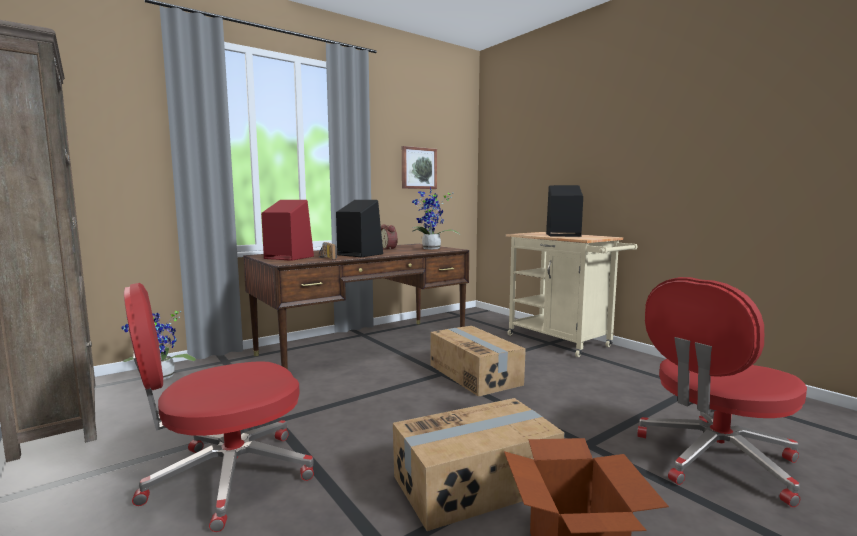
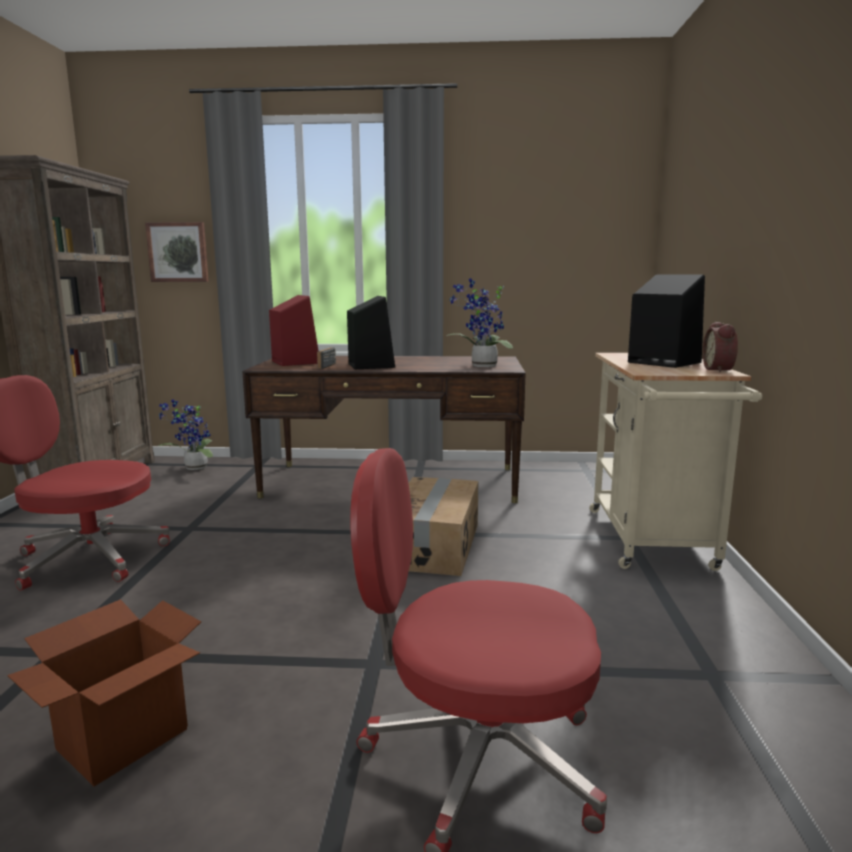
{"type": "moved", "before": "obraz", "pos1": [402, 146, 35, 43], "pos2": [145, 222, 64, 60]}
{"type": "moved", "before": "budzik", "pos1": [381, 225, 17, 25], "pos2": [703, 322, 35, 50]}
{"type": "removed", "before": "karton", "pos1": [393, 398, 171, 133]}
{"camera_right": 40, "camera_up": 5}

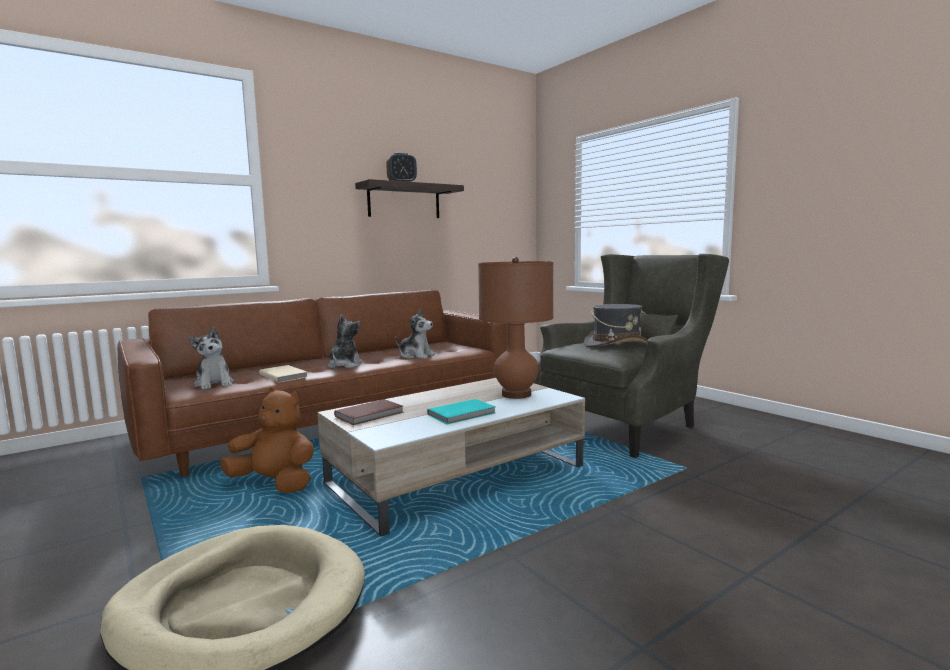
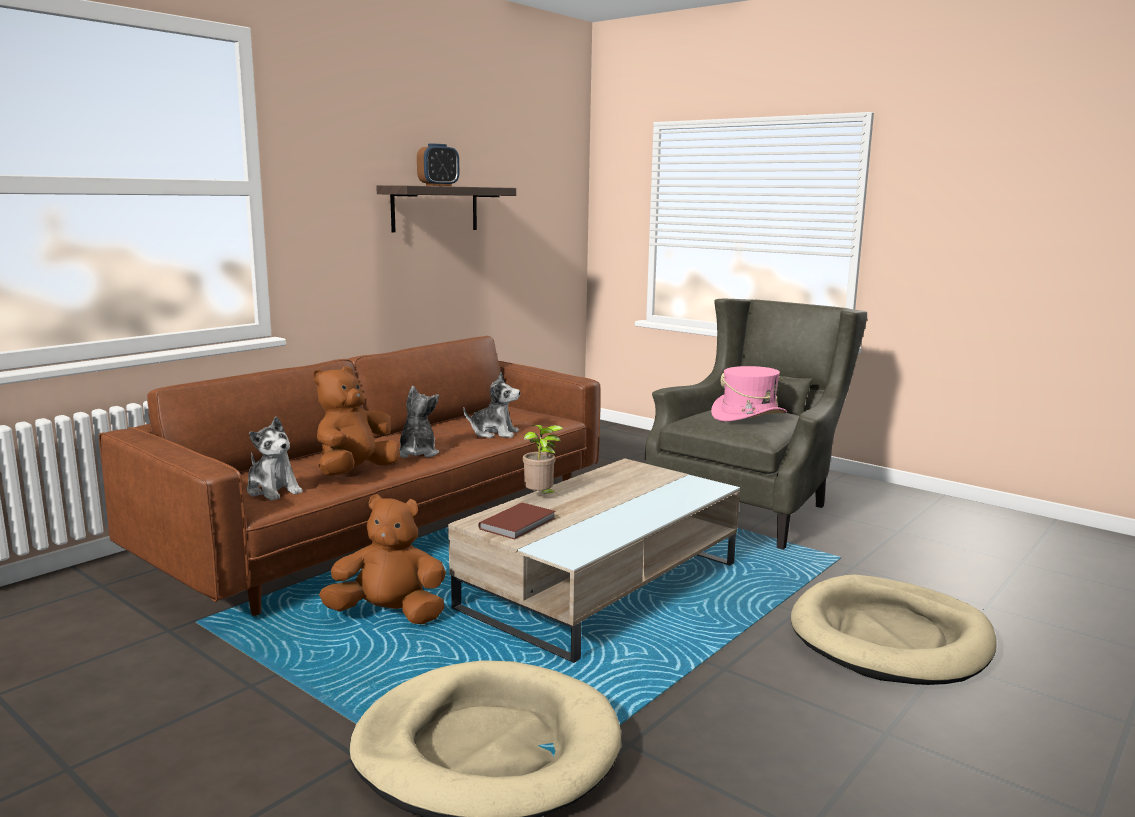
{"type": "removed", "before": "lampa stołowa [brązowy]", "pos1": [478, 257, 75, 142]}
{"type": "recoloured", "before": "kapelusz [szary]", "after": "kapelusz [różowy]", "pos1": [584, 304, 64, 43], "pos2": [711, 366, 76, 56]}
{"type": "replaced", "before": "książka [beżowy]", "after": "pluszak [brązowy]", "pos1": [259, 365, 48, 17], "pos2": [313, 366, 87, 110]}
{"type": "removed", "before": "książka [turkusowy]", "pos1": [427, 399, 69, 26]}
{"type": "added", "after": "roślina doniczkowa", "pos2": [523, 425, 40, 69]}
{"type": "added", "after": "legowisko [beżowy]", "pos2": [791, 575, 206, 110]}
{"camera_right": -15, "camera_up": 5}

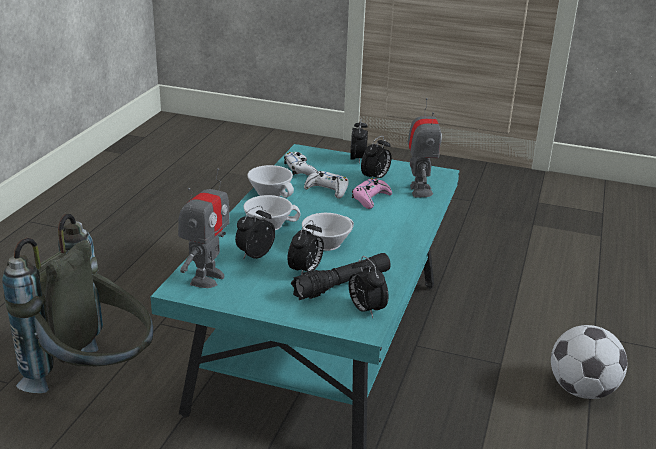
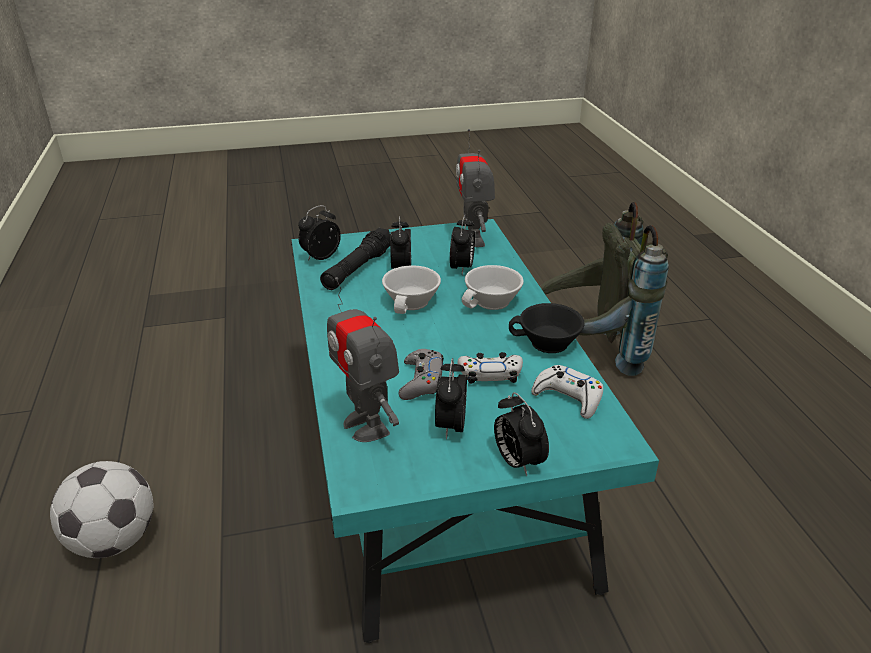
{"type": "recoloured", "before": "filiżanka [biały]", "after": "filiżanka [czarny]", "pos1": [247, 165, 47, 33], "pos2": [509, 303, 76, 50]}
{"type": "recoloured", "before": "pad do gier [różowy]", "after": "pad do gier [szary]", "pos1": [352, 178, 40, 31], "pos2": [399, 349, 45, 51]}
{"type": "turned", "before": "budzik", "pos1": [349, 256, 40, 62], "pos2": [298, 205, 43, 56], "turn": -75}
{"camera_right": 150, "camera_up": 5}

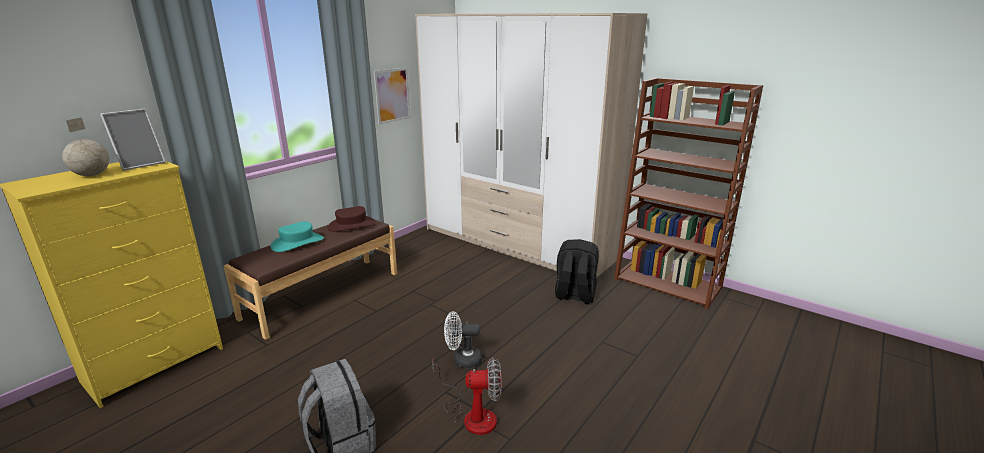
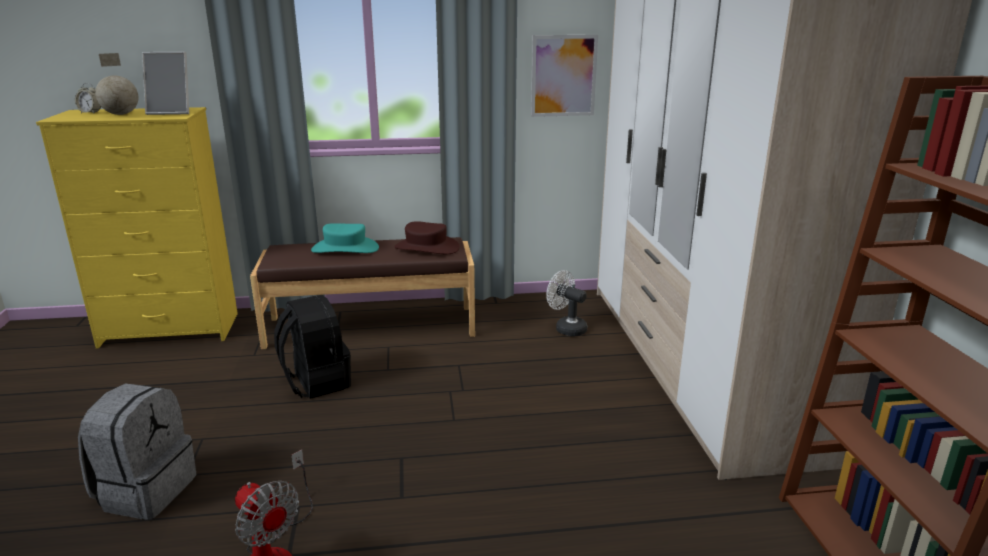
{"type": "moved", "before": "plecak [czarny]", "pos1": [555, 239, 44, 65], "pos2": [274, 295, 77, 104]}
{"type": "moved", "before": "wentylator [biały]", "pos1": [444, 312, 38, 57], "pos2": [546, 270, 41, 66]}
{"type": "added", "after": "budzik", "pos2": [75, 83, 26, 30]}
{"camera_right": 45, "camera_up": 0}

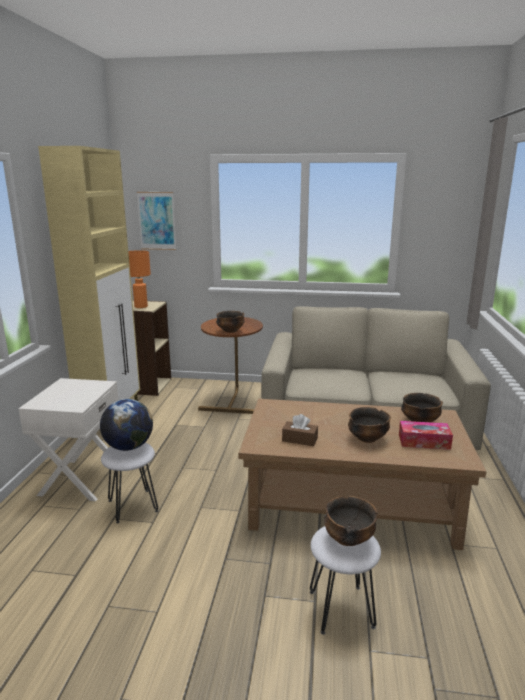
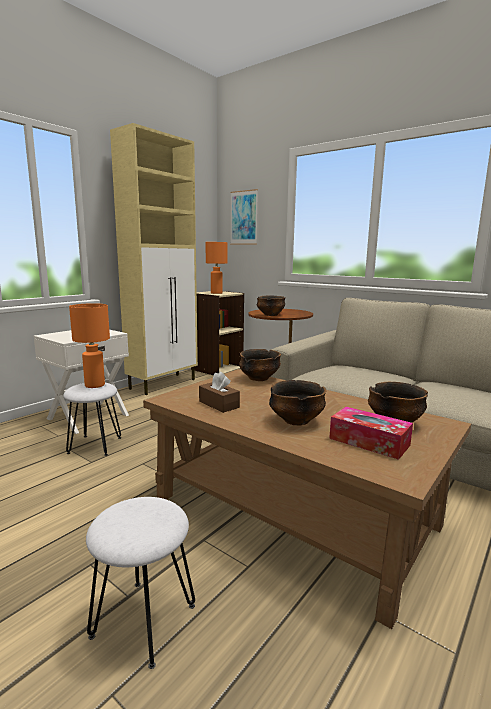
{"type": "replaced", "before": "globus", "after": "lampa stołowa [pomarańczowy]", "pos1": [100, 399, 53, 52], "pos2": [69, 303, 41, 85]}
{"type": "moved", "before": "miska", "pos1": [324, 496, 53, 50], "pos2": [239, 349, 42, 32]}
{"camera_right": 30, "camera_up": -5}

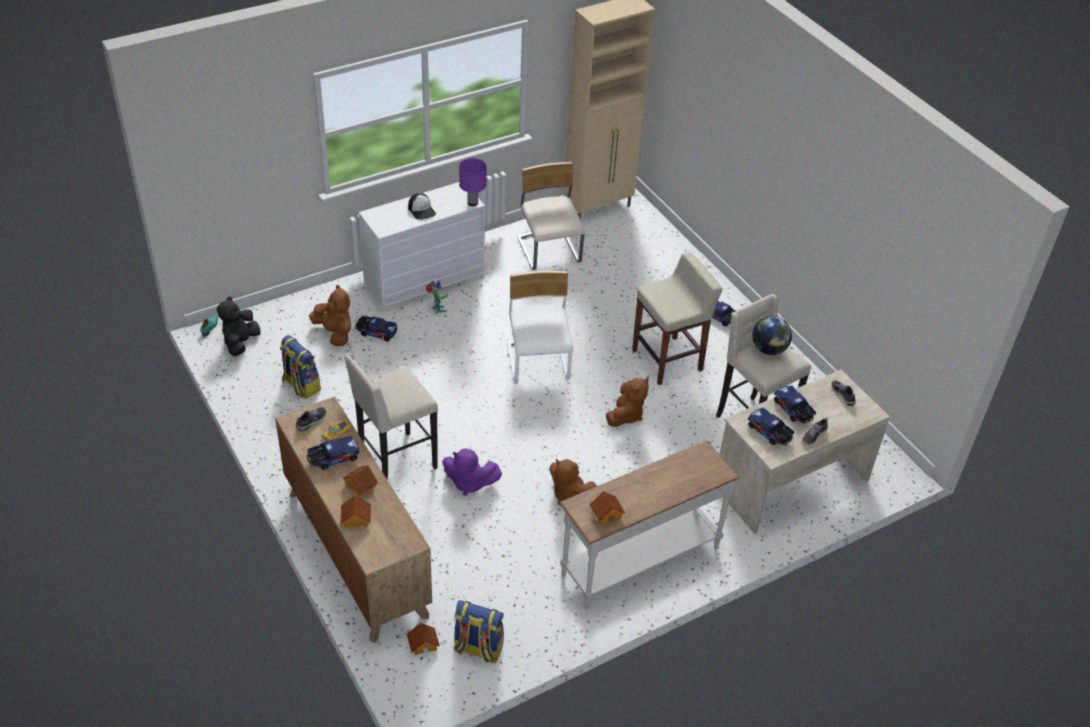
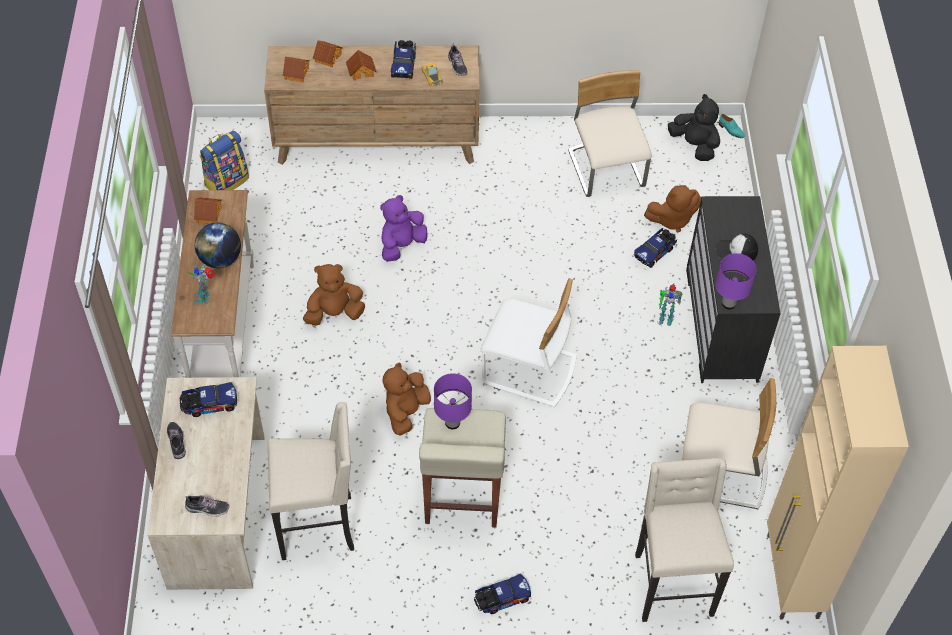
{"type": "recoloured", "before": "komoda [biały]", "after": "komoda [czarny]", "pos1": [358, 182, 127, 130], "pos2": [686, 196, 95, 187]}
{"type": "moved", "before": "globus", "pos1": [752, 316, 40, 39], "pos2": [195, 223, 46, 45]}
{"type": "replaced", "before": "plecak", "after": "krzesło [beżowy]", "pos1": [280, 335, 41, 64], "pos2": [568, 70, 84, 127]}
{"type": "moved", "before": "stołek [beżowy]", "pos1": [344, 353, 94, 127], "pos2": [635, 458, 99, 164]}
{"type": "turned", "before": "pluszak [brązowy]", "pos1": [606, 377, 43, 50], "pos2": [383, 363, 48, 73], "turn": 60}
{"type": "removed", "before": "ciężarówka zabawkowa", "pos1": [774, 385, 42, 38]}
{"type": "moved", "before": "domek", "pos1": [407, 623, 33, 32], "pos2": [283, 57, 27, 25]}
{"type": "added", "after": "robot zabawkowy", "pos2": [188, 264, 27, 41]}
{"type": "added", "after": "lampa stołowa [fioletowy]", "pos2": [434, 373, 38, 56]}
{"camera_right": 120, "camera_up": 10}

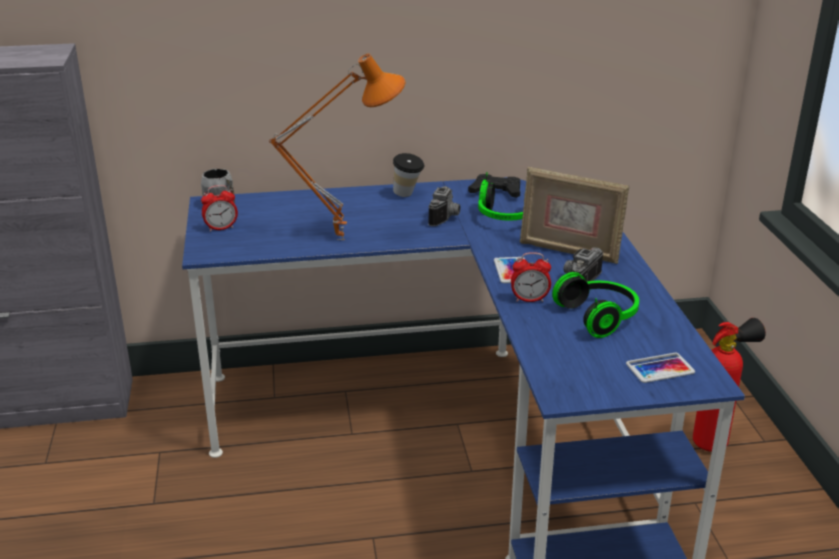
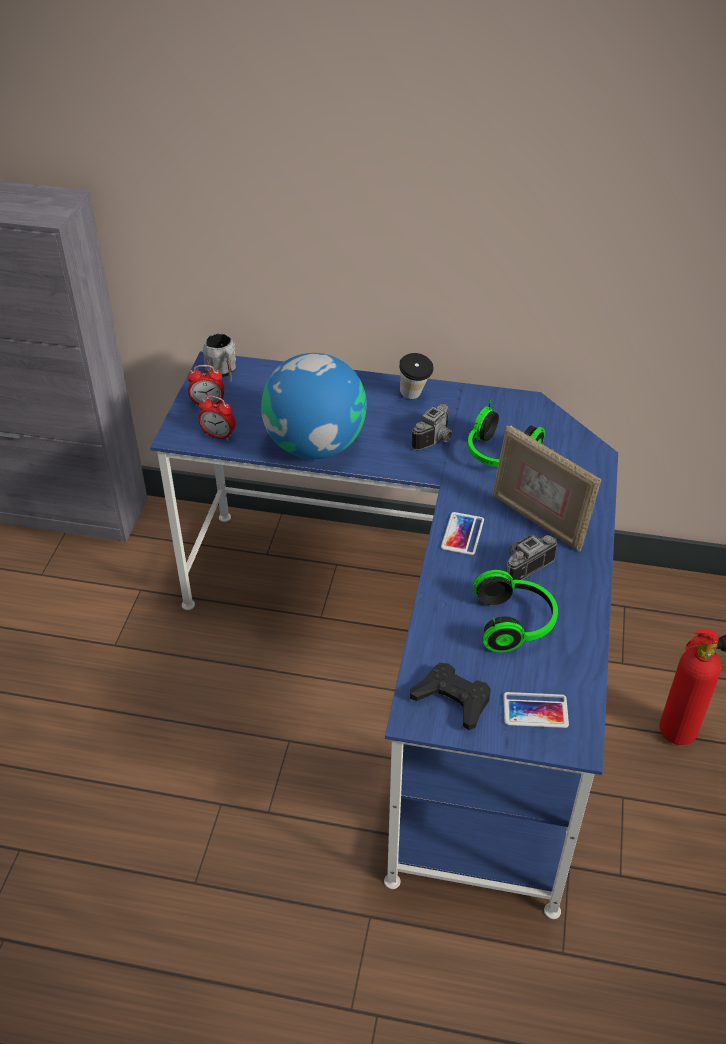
{"type": "replaced", "before": "lampa stołowa [pomarańczowy]", "after": "globus", "pos1": [269, 54, 136, 187], "pos2": [261, 353, 106, 106]}
{"type": "moved", "before": "pad do gier [czarny]", "pos1": [468, 174, 52, 24], "pos2": [410, 663, 81, 67]}
{"type": "moved", "before": "budzik", "pos1": [511, 252, 40, 50], "pos2": [198, 395, 38, 45]}
{"camera_right": 20, "camera_up": 15}

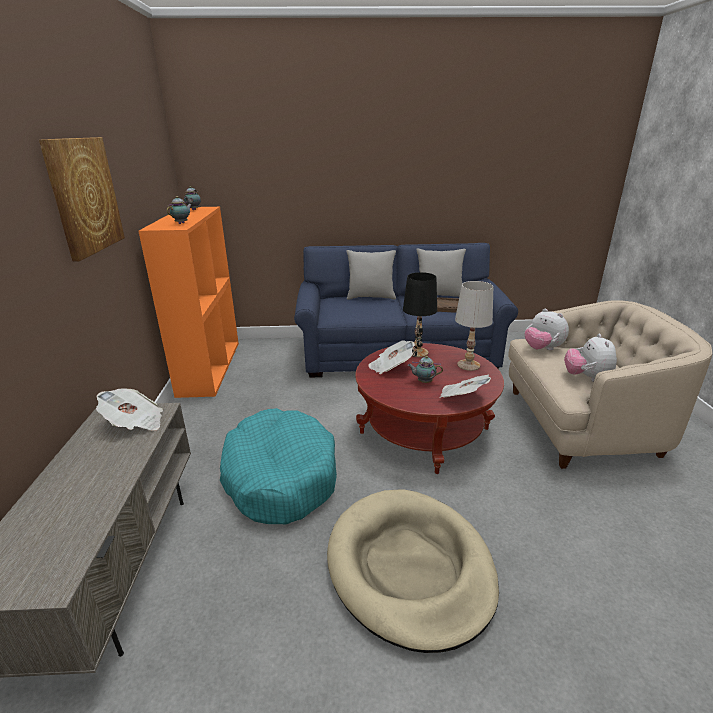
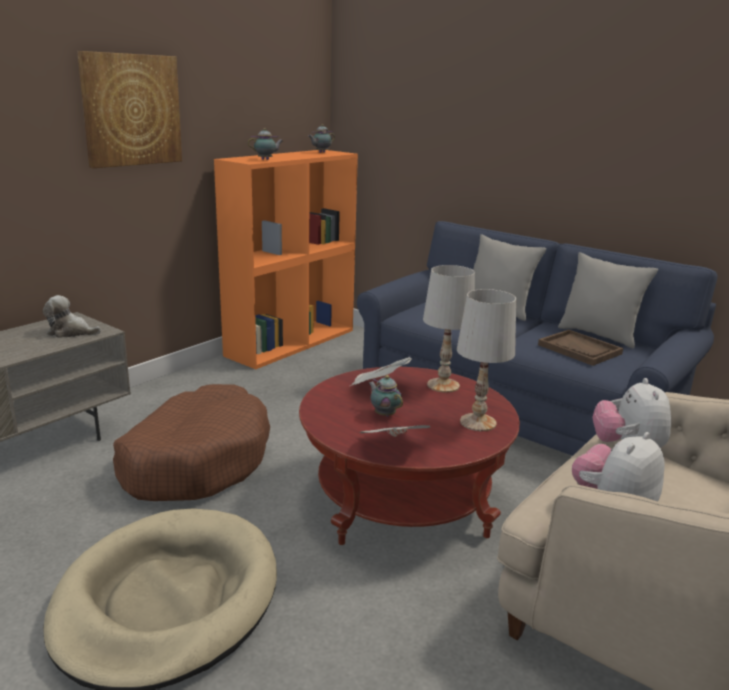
{"type": "recoloured", "before": "lampa stołowa [czarny]", "after": "lampa stołowa [biały]", "pos1": [403, 272, 34, 85], "pos2": [423, 265, 52, 128]}
{"type": "replaced", "before": "gazeta", "after": "pluszak", "pos1": [96, 389, 67, 42], "pos2": [43, 295, 58, 43]}
{"type": "recoloured", "before": "legowisko [turkusowy]", "after": "legowisko [brązowy]", "pos1": [220, 408, 117, 116], "pos2": [113, 384, 157, 117]}
{"camera_right": 40, "camera_up": -5}

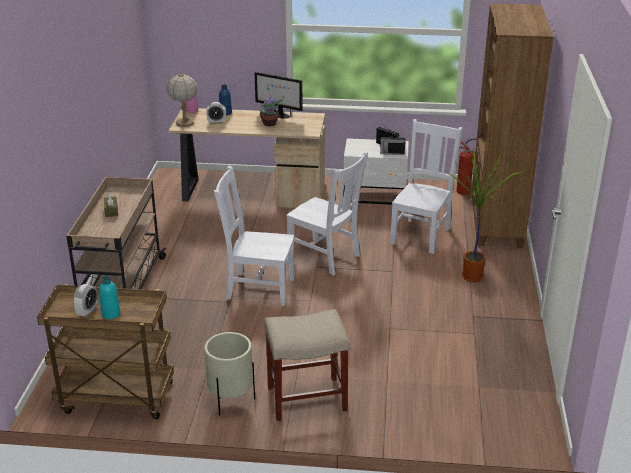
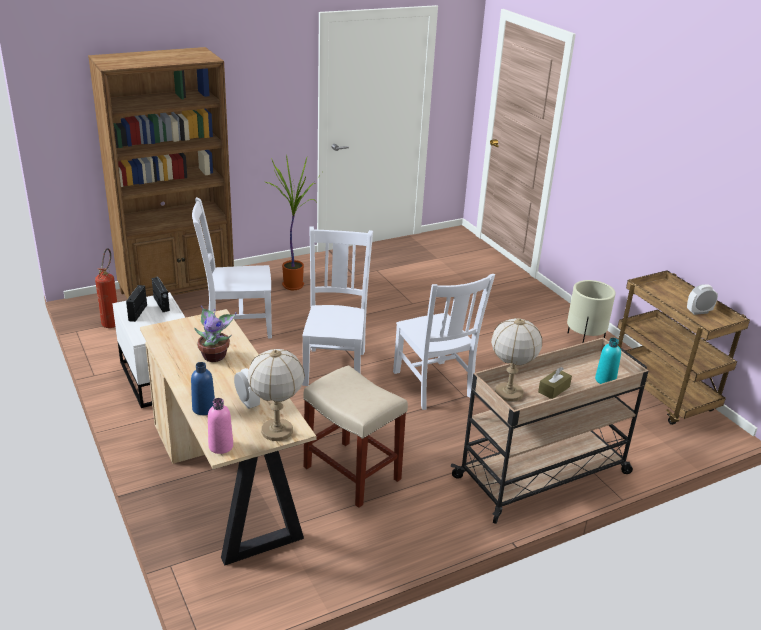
{"type": "removed", "before": "monitor", "pos1": [255, 72, 48, 46]}
{"type": "moved", "before": "butelka [turkusowy]", "pos1": [99, 276, 21, 43], "pos2": [595, 338, 26, 46]}
{"type": "moved", "before": "stołek [beżowy]", "pos1": [264, 309, 85, 112], "pos2": [303, 365, 105, 143]}
{"type": "added", "after": "lampa stołowa", "pos2": [491, 318, 51, 84]}
{"camera_right": -125, "camera_up": 0}

